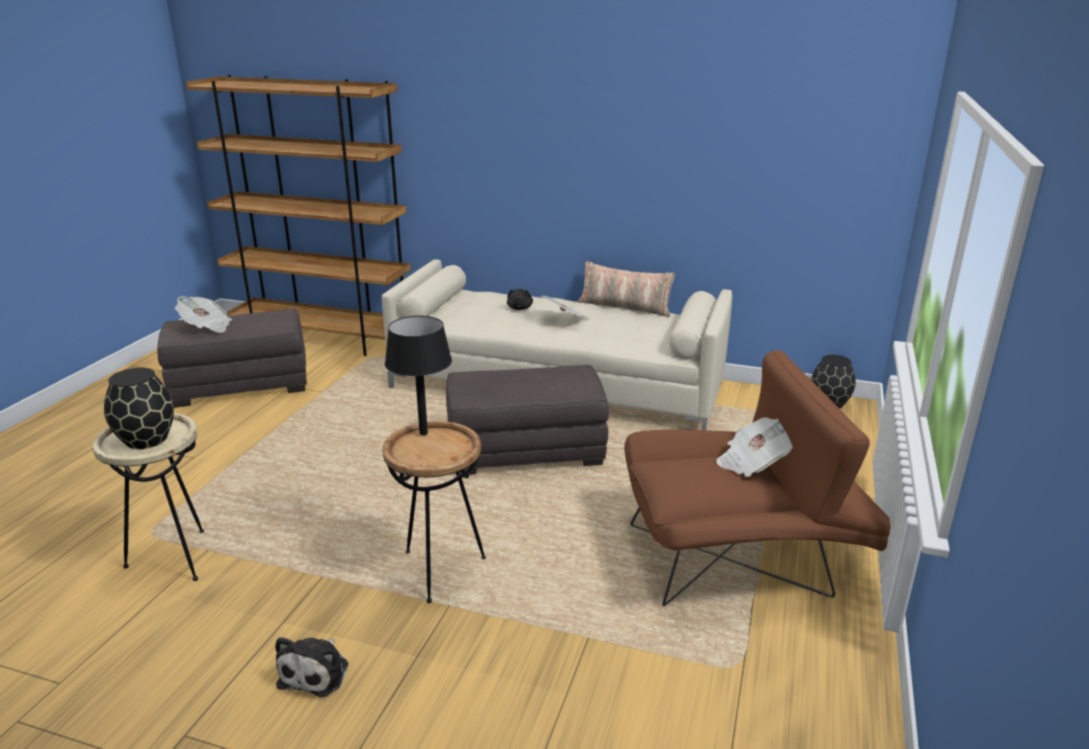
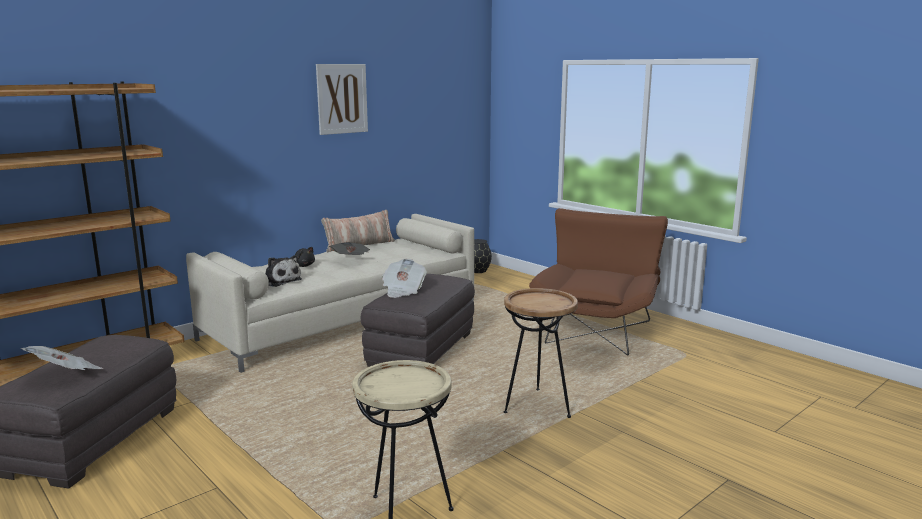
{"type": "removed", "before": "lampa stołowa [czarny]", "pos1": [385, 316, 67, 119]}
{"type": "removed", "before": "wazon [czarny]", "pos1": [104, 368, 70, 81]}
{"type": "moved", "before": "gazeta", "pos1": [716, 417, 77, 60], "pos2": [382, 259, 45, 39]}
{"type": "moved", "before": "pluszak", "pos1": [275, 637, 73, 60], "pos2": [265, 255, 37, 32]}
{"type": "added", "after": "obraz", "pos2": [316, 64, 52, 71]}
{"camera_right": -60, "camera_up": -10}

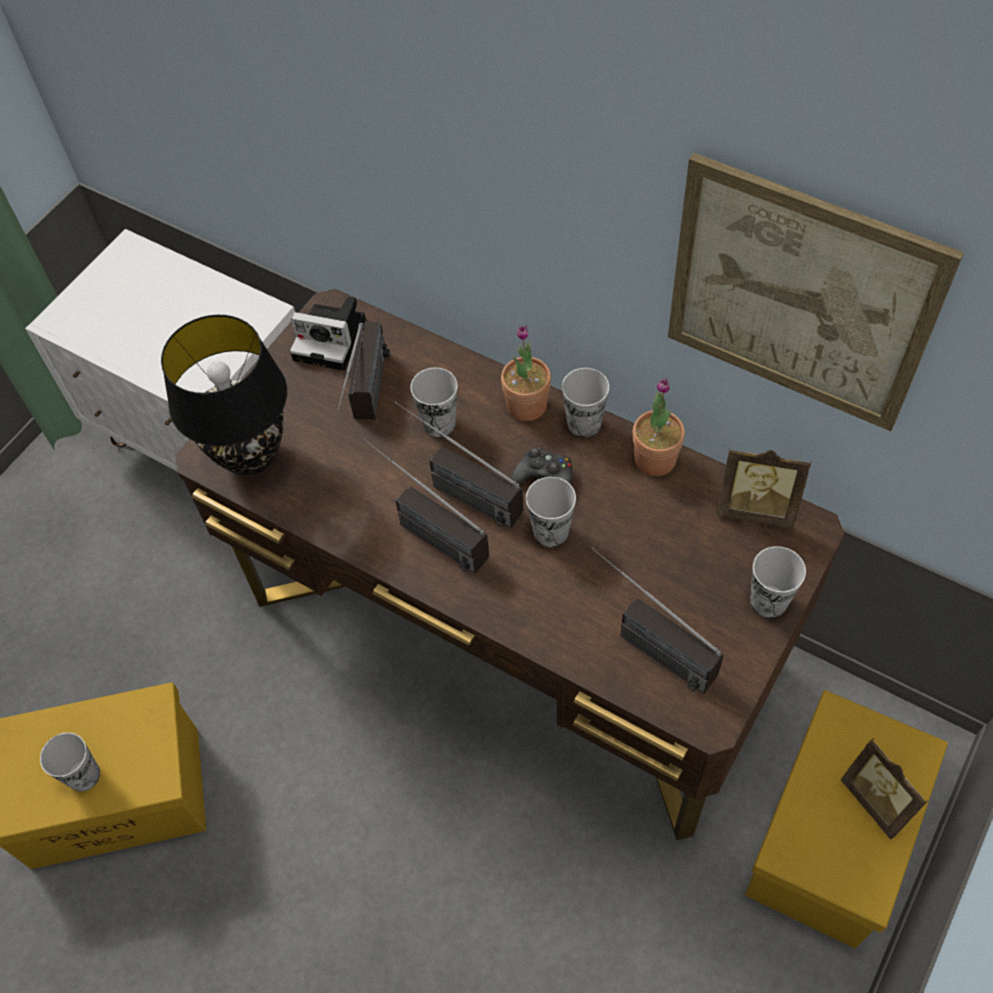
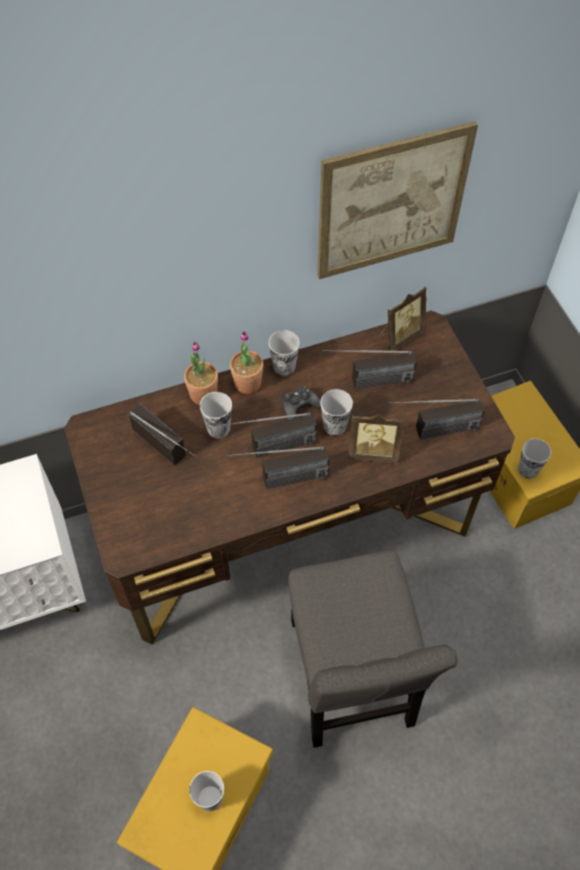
{"type": "removed", "before": "aparat fotograficzny", "pos1": [290, 296, 76, 75]}
{"type": "removed", "before": "lampa stołowa [czarny]", "pos1": [161, 315, 126, 161]}
{"type": "moved", "before": "roślina doniczkowa", "pos1": [633, 378, 52, 98], "pos2": [184, 341, 34, 64]}
{"type": "moved", "before": "filiżanka", "pos1": [750, 546, 56, 72], "pos2": [518, 438, 33, 40]}
{"type": "moved", "before": "ramka na zdjęcie", "pos1": [840, 738, 88, 101], "pos2": [348, 414, 57, 49]}
{"type": "added", "after": "radio", "pos2": [322, 350, 95, 39]}
{"type": "added", "after": "krzesło [szary]", "pos2": [288, 550, 169, 198]}
{"camera_right": -55, "camera_up": 0}

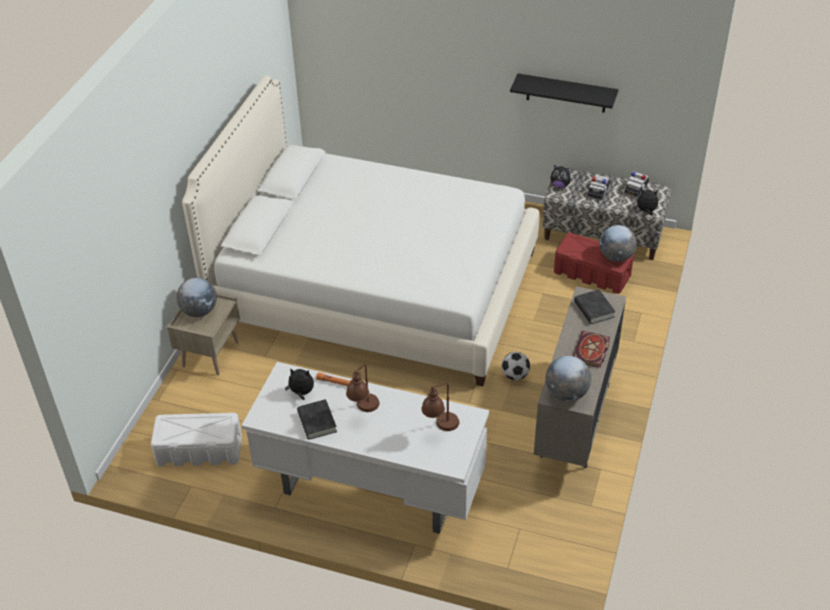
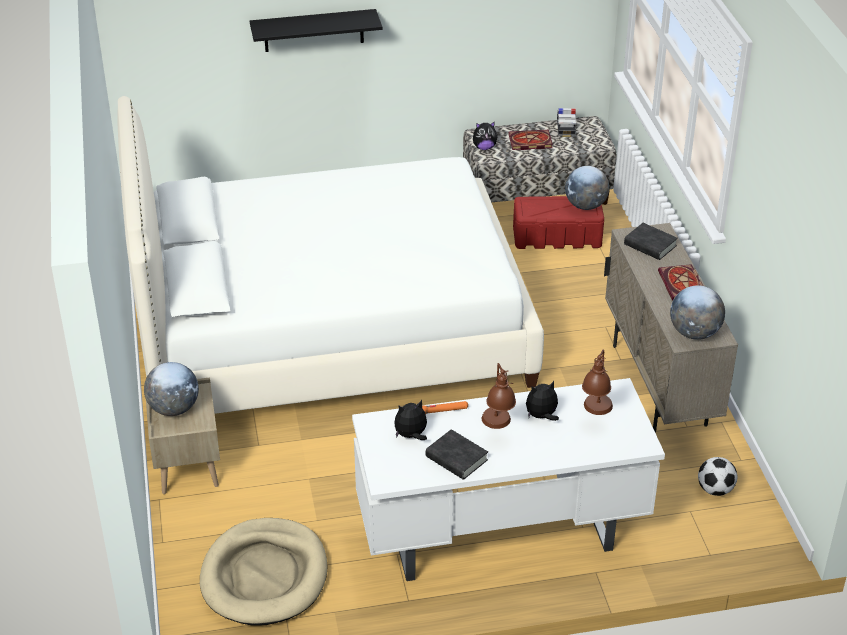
{"type": "moved", "before": "półka [czarny]", "pos1": [510, 74, 108, 39], "pos2": [250, 9, 133, 43]}
{"type": "replaced", "before": "samochodzik", "after": "książka", "pos1": [587, 175, 23, 25], "pos2": [508, 130, 45, 20]}
{"type": "moved", "before": "pluszak", "pos1": [635, 189, 23, 26], "pos2": [526, 381, 33, 40]}
{"type": "moved", "before": "piłka futbolowa", "pos1": [502, 352, 28, 28], "pos2": [698, 457, 39, 39]}
{"type": "replaced", "before": "pojemnik do przechowywania [biały]", "after": "legowisko [beżowy]", "pos1": [151, 413, 91, 53], "pos2": [200, 518, 128, 107]}
{"camera_right": -30, "camera_up": -5}

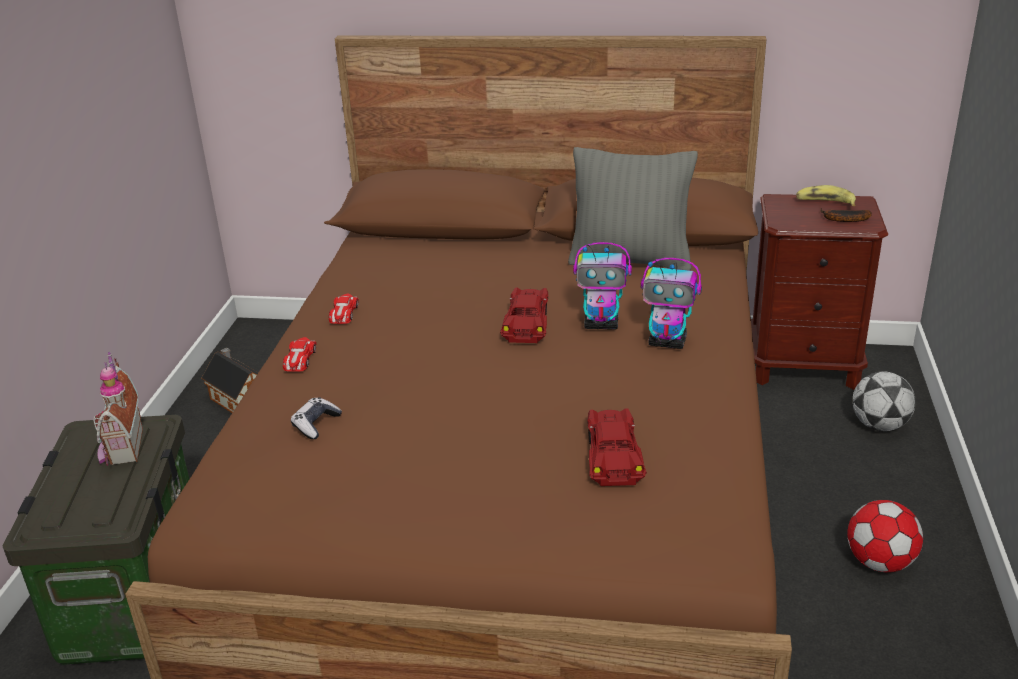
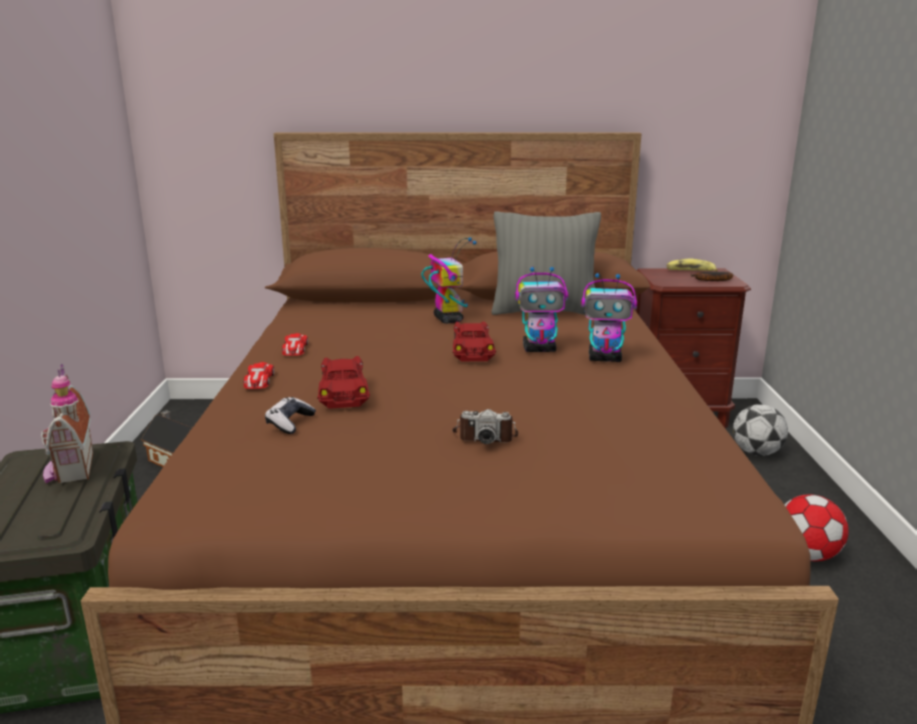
{"type": "moved", "before": "samochodzik [czerwony]", "pos1": [588, 408, 59, 78], "pos2": [317, 356, 53, 53]}
{"type": "added", "after": "robot zabawkowy", "pos2": [421, 237, 56, 86]}
{"type": "added", "after": "aparat fotograficzny", "pos2": [452, 409, 66, 35]}
{"camera_right": -10, "camera_up": -10}

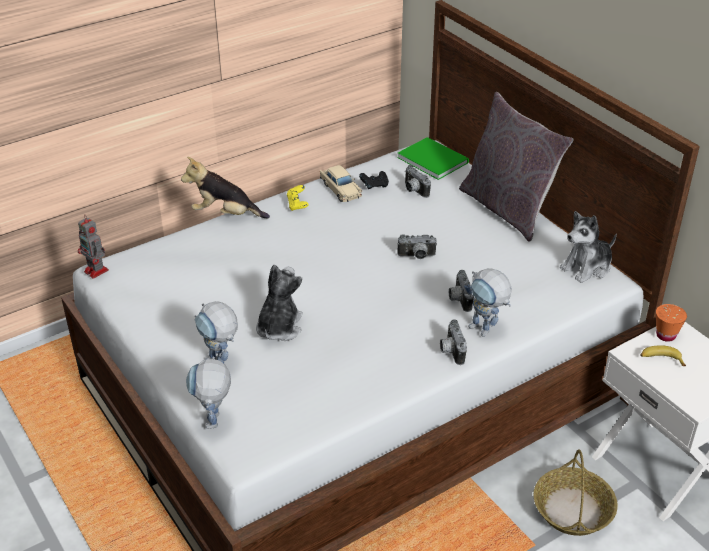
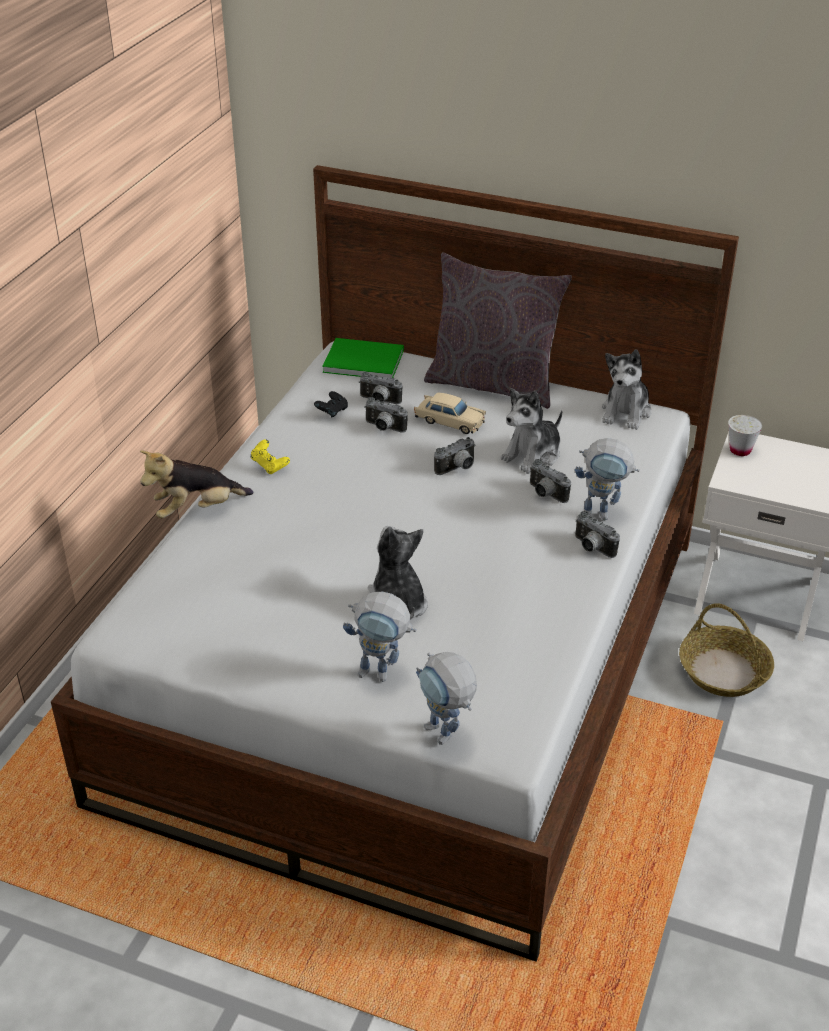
{"type": "moved", "before": "samochodzik [beżowy]", "pos1": [320, 165, 42, 37], "pos2": [414, 392, 72, 42]}
{"type": "removed", "before": "robot zabawkowy", "pos1": [78, 215, 31, 64]}
{"type": "recoloured", "before": "filiżanka [pomarańczowy]", "after": "filiżanka [biały]", "pos1": [656, 304, 31, 38], "pos2": [728, 415, 34, 41]}
{"type": "removed", "before": "banan", "pos1": [640, 345, 46, 21]}
{"type": "added", "after": "pluszak", "pos2": [501, 388, 61, 86]}
{"type": "added", "after": "aparat fotograficzny", "pos2": [364, 397, 44, 35]}
{"camera_right": -35, "camera_up": 0}

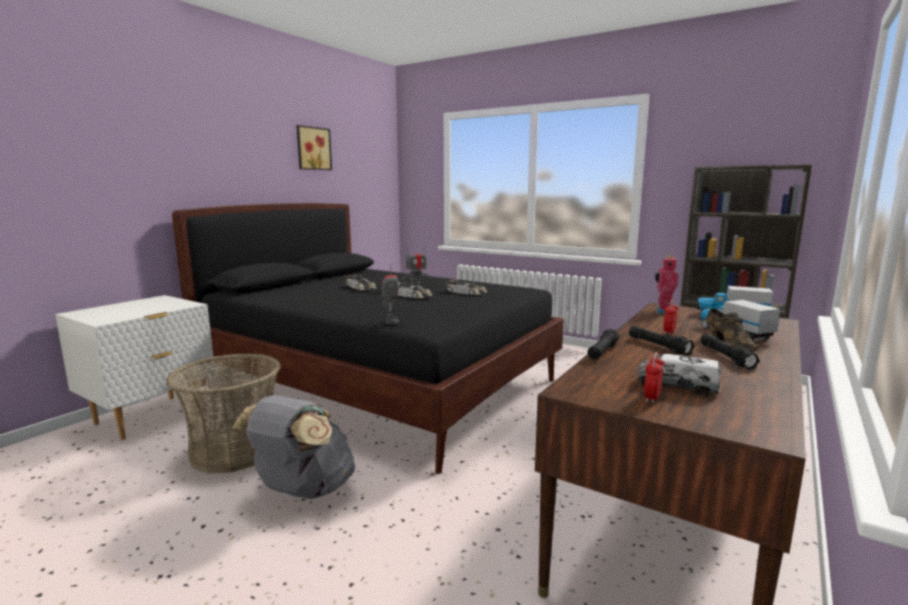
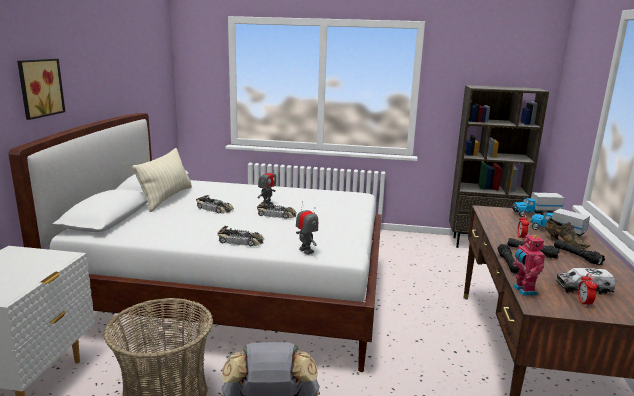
{"type": "moved", "before": "obraz", "pos1": [297, 125, 35, 45], "pos2": [17, 59, 48, 61]}
{"type": "recoloured", "before": "łóżko [czarny]", "after": "łóżko [biały]", "pos1": [172, 203, 392, 271], "pos2": [9, 113, 373, 259]}
{"type": "moved", "before": "robot zabawkowy", "pos1": [655, 256, 23, 58], "pos2": [513, 233, 32, 63]}
{"type": "moved", "before": "samochodzik", "pos1": [446, 279, 41, 16], "pos2": [218, 226, 46, 20]}
{"type": "added", "after": "poduszka [beżowy]", "pos2": [132, 148, 60, 64]}
{"camera_right": -25, "camera_up": 5}

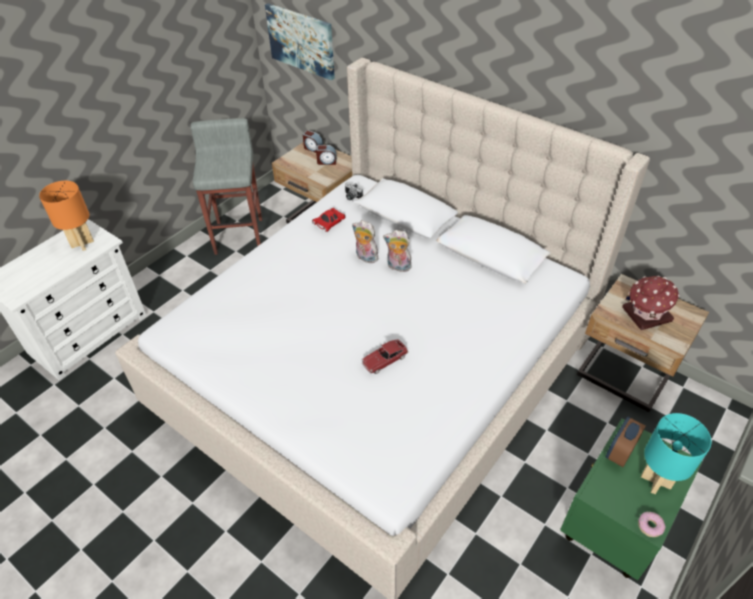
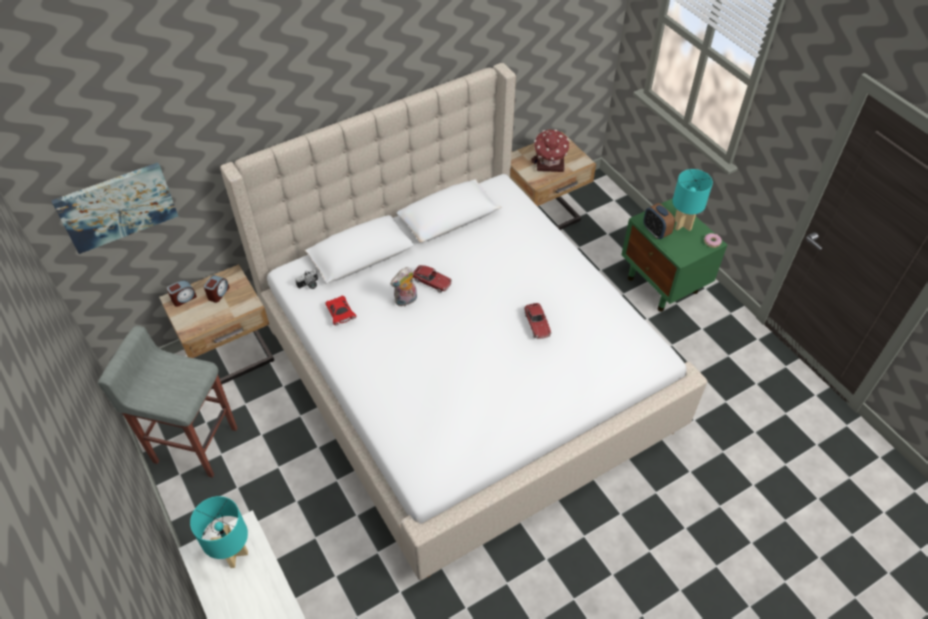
{"type": "recoloured", "before": "lampa stołowa [pomarańczowy]", "after": "lampa stołowa [turkusowy]", "pos1": [39, 181, 55, 70], "pos2": [190, 496, 58, 72]}
{"type": "replaced", "before": "pluszak", "after": "samochodzik", "pos1": [383, 230, 30, 42], "pos2": [413, 265, 39, 28]}
{"camera_right": -70, "camera_up": 5}

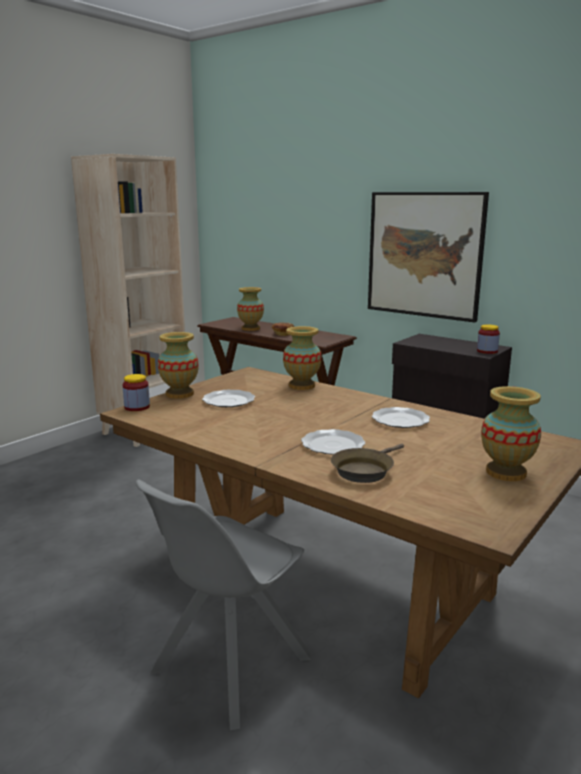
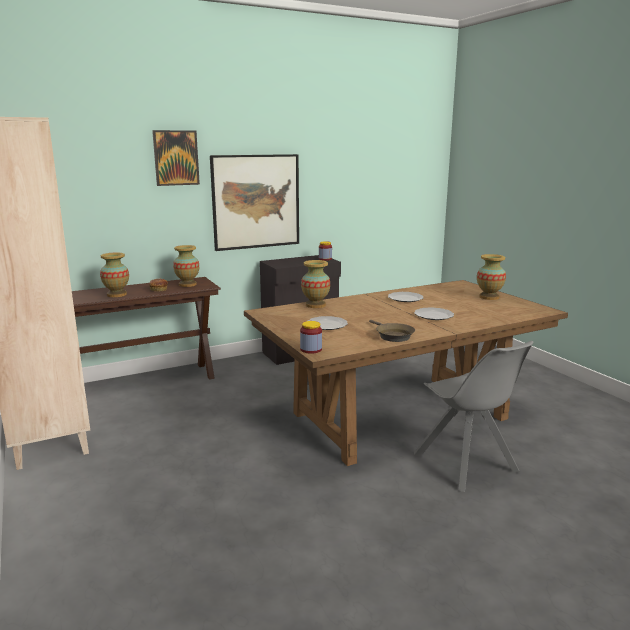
{"type": "moved", "before": "wazon", "pos1": [158, 332, 40, 67], "pos2": [173, 245, 26, 42]}
{"type": "moved", "before": "patelnia [brązowy]", "pos1": [331, 444, 73, 39], "pos2": [369, 320, 46, 22]}
{"type": "added", "after": "obraz", "pos2": [152, 130, 48, 56]}
{"camera_right": -65, "camera_up": 0}

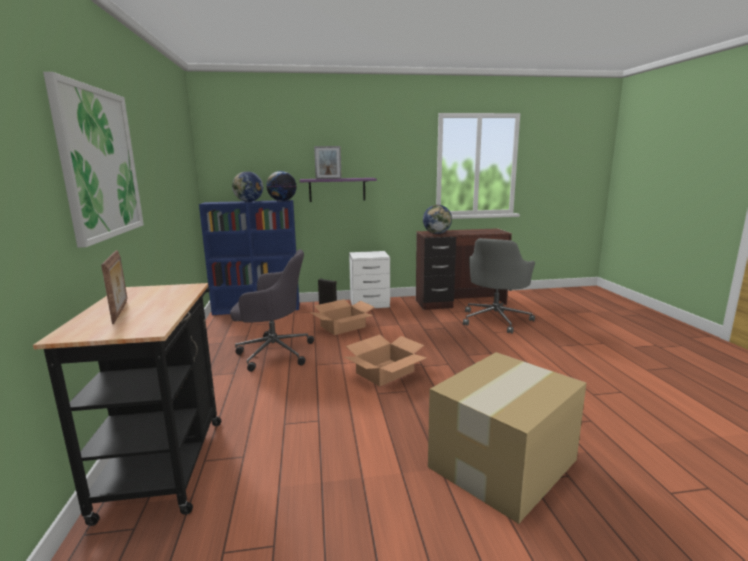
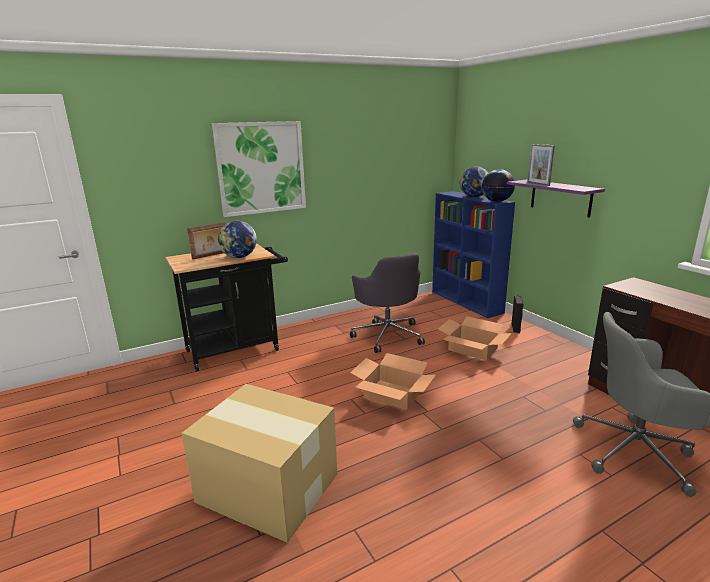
{"type": "moved", "before": "globus", "pos1": [423, 205, 29, 29], "pos2": [218, 221, 39, 37]}
{"type": "removed", "before": "szafka nocna [biały]", "pos1": [349, 251, 41, 57]}
{"camera_right": 70, "camera_up": 5}

